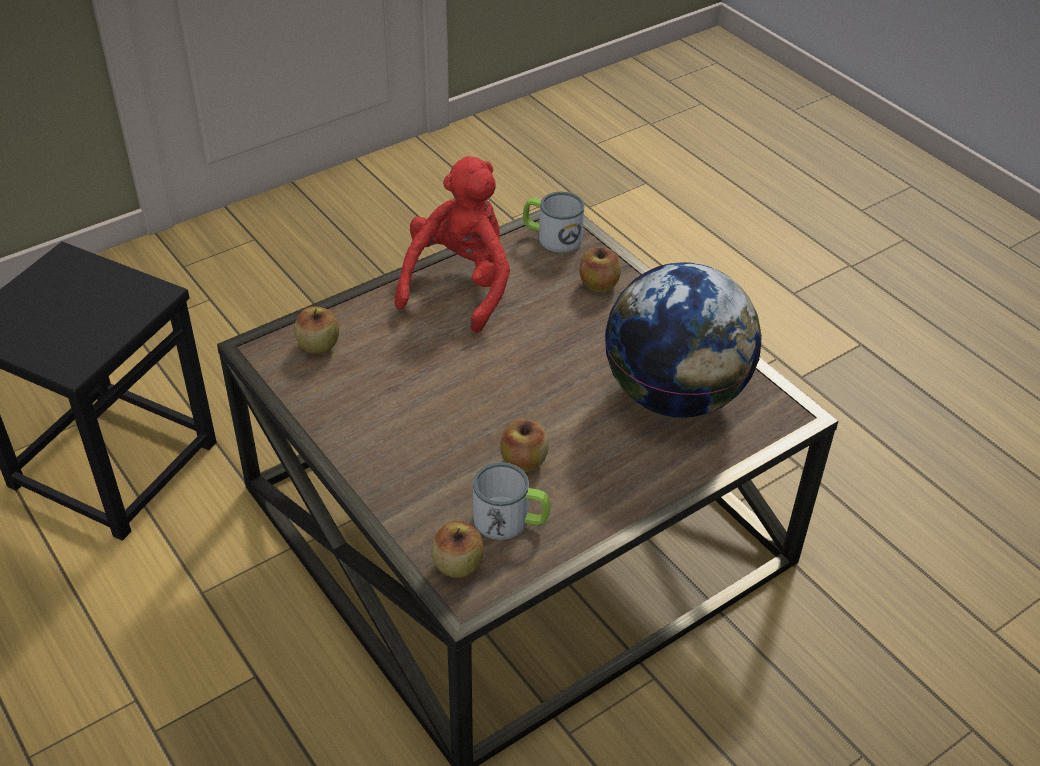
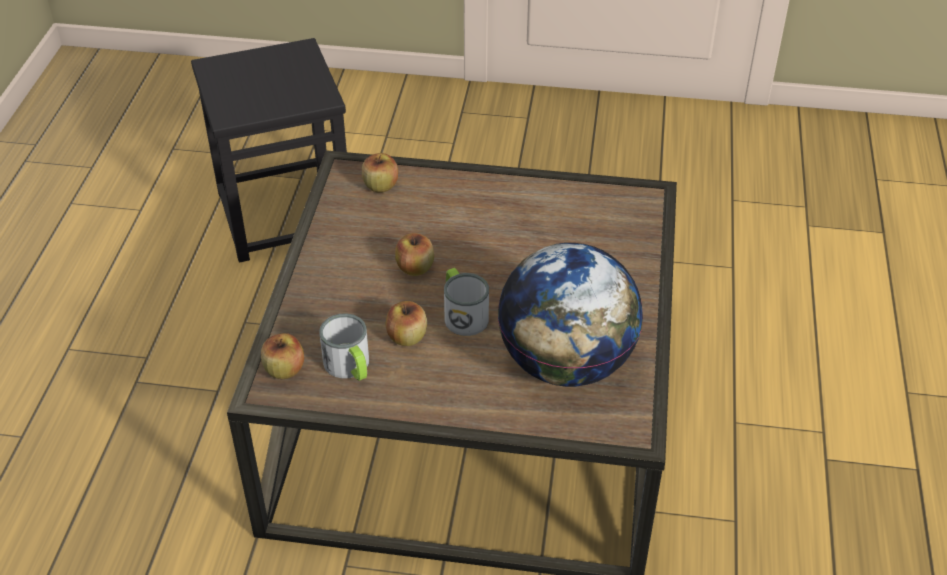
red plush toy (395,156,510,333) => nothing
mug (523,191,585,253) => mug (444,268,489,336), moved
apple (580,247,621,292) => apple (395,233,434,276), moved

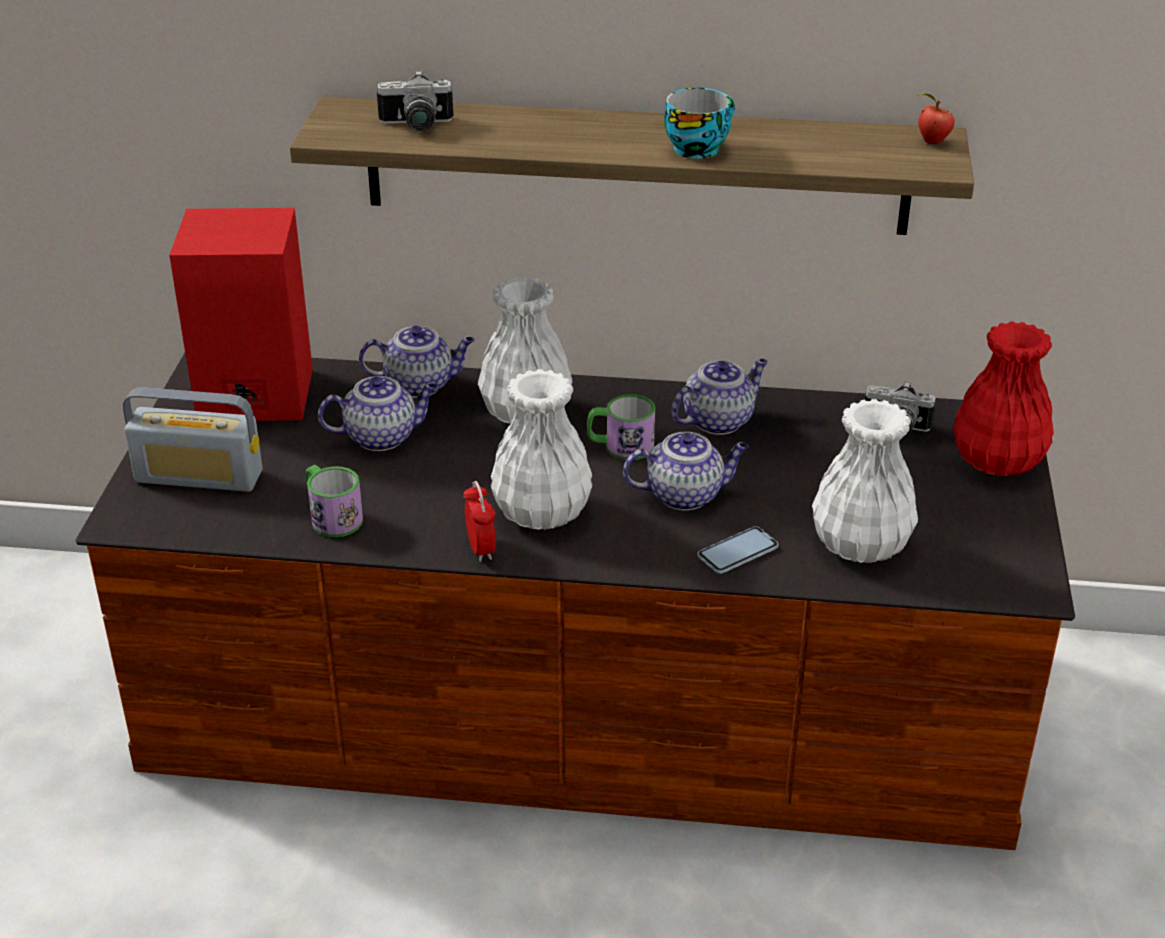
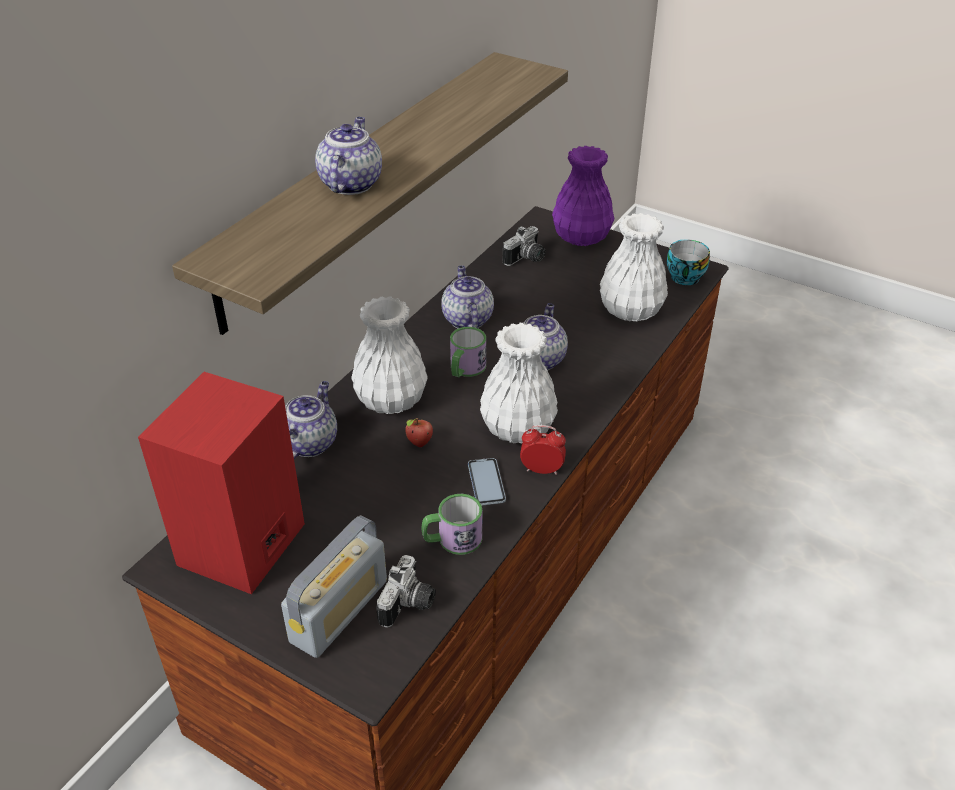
still camera (377,70,453,131) => still camera (376,555,436,628), moved
cup (664,88,735,159) => cup (667,240,710,285), moved
apple (917,93,955,144) => apple (405,418,433,447), moved
red decorative vase (953,321,1054,476) => purple decorative vase (552,146,614,246)
teapot (318,376,437,451) => teapot (315,117,382,195), moved
telephone (698,527,778,574) => telephone (468,458,506,505), moved

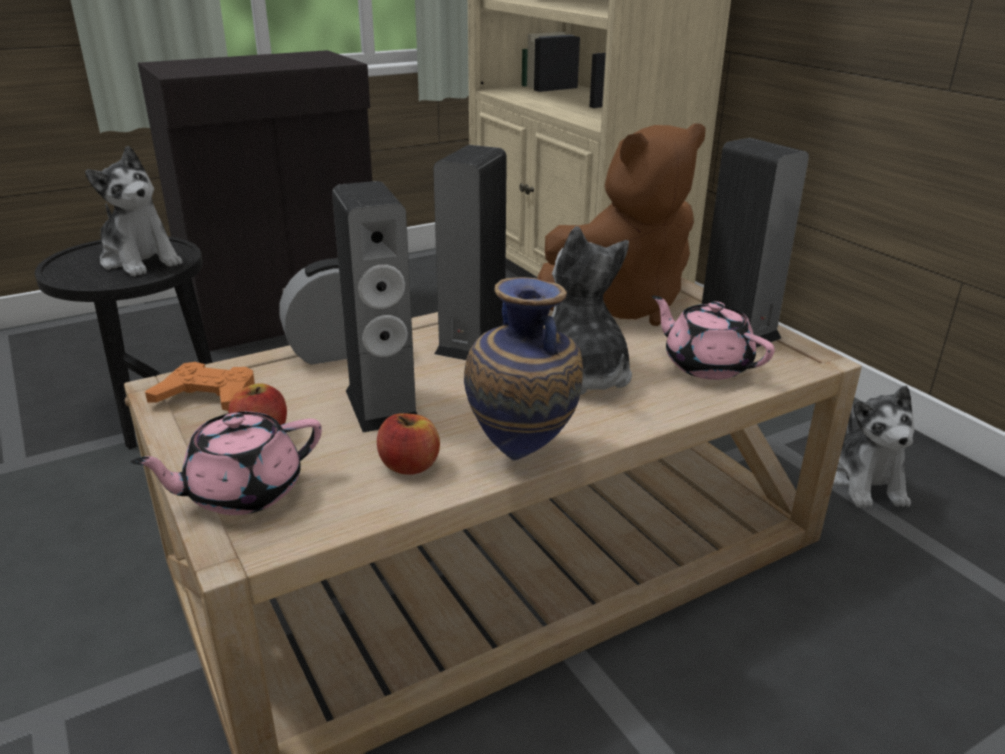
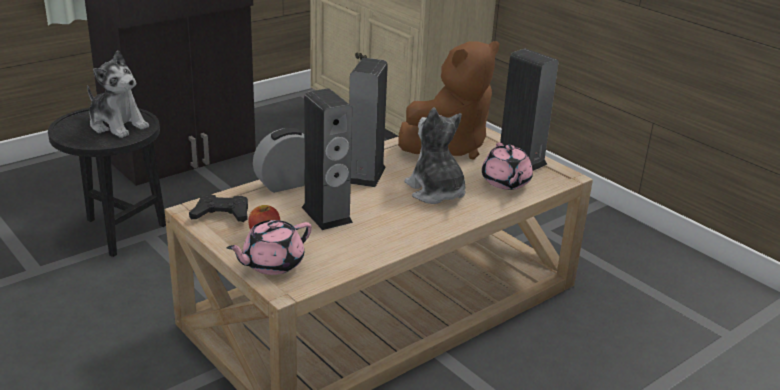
decorative vase (464,277,583,461) => nothing
pinkish teapot (652,295,775,380) => pinkish teapot (482,142,533,190), 135 degrees counterclockwise
orange-coloured joypad (145,362,255,411) => blackish joypad (189,194,248,222)
plush toy (833,386,914,508) => nothing
apple (377,413,440,475) => nothing

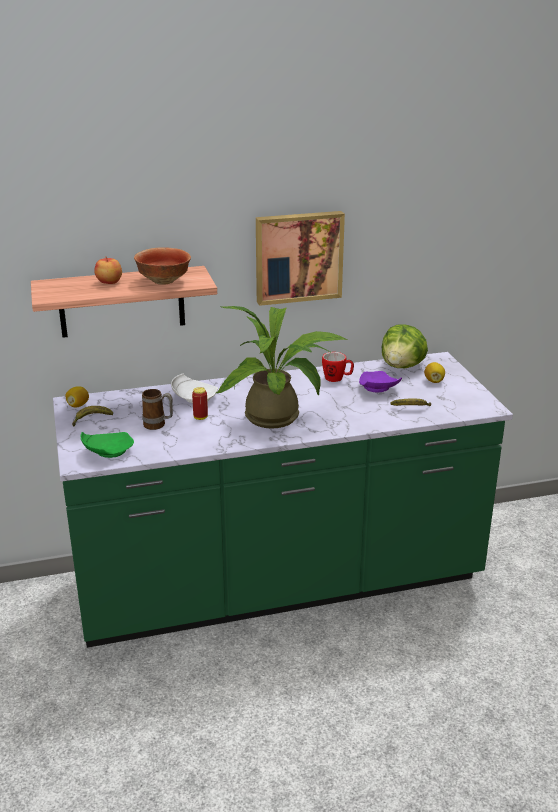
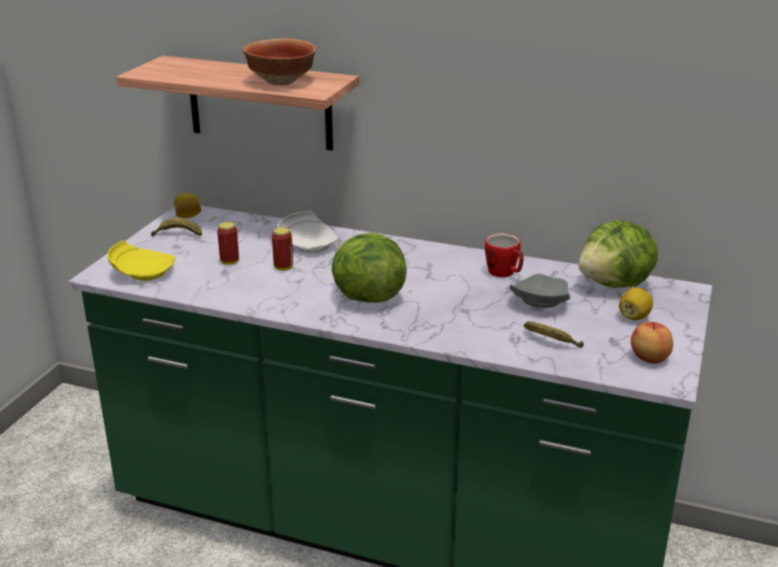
wall picture (256,211,345,306) => nothing
apple (94,256,122,284) => apple (631,322,673,364), moved
potted plant (216,306,347,429) => head of lettuce (332,233,407,302)
purple dinner plate (359,371,402,392) => grey dinner plate (510,274,571,308)
mug (142,389,173,430) => sealed can (217,222,239,265)
greenish dinner plate (80,432,134,458) => yellowish dinner plate (107,240,175,281)

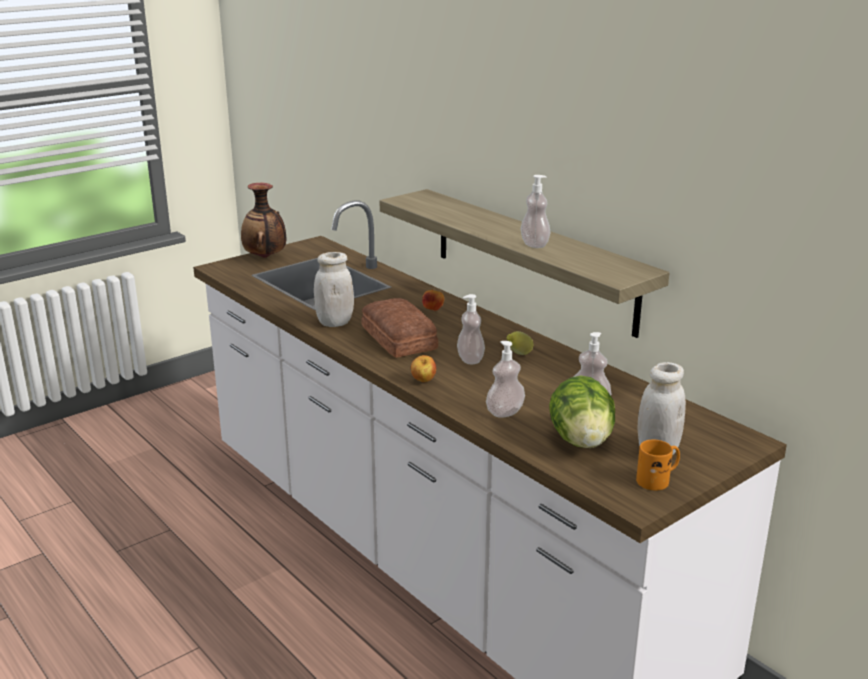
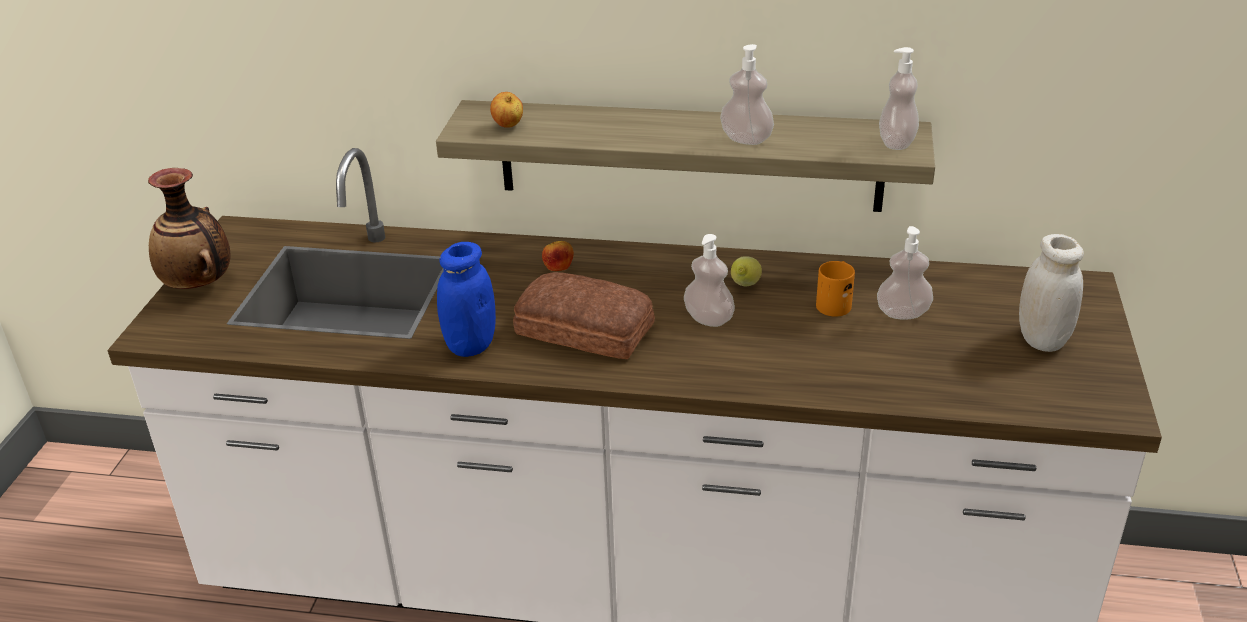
whitish preserve jar (314,252,354,327) => blue preserve jar (437,242,496,357)
soap bottle (486,341,525,418) => soap bottle (879,47,919,150), moved
apple (411,355,436,382) => apple (490,92,523,128), moved
head of lettuce (549,376,615,448) => nothing
orange-coloured mug (636,440,680,490) => orange-coloured mug (816,261,855,317), moved

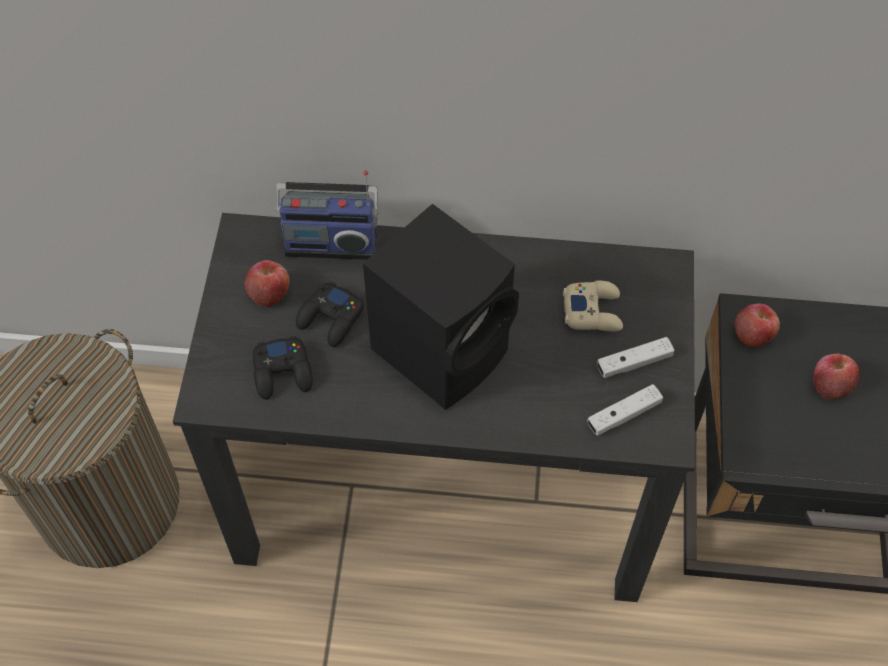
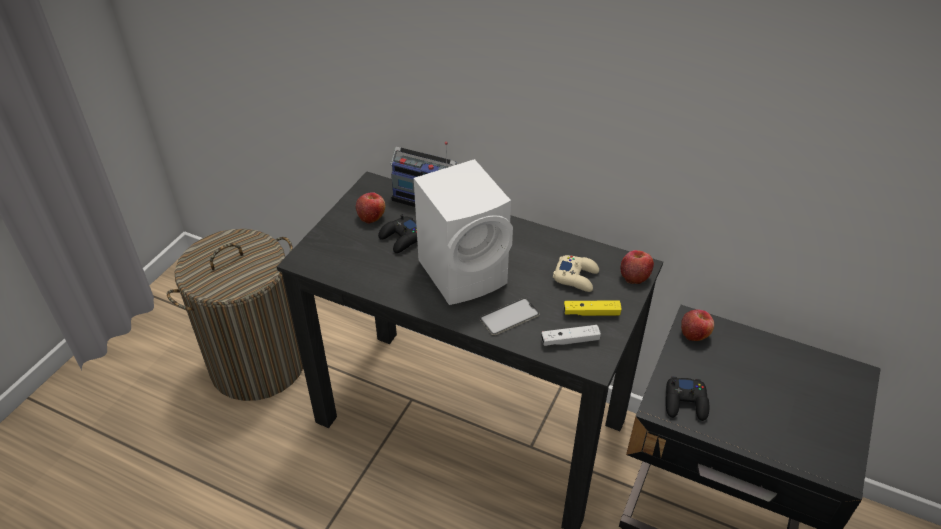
blackish speaker (363,204,519,410) => whitish speaker (414,159,513,305)
blackish joypad (253,336,313,400) => blackish joypad (666,377,709,421), moved
whitish joypad (597,337,675,378) => yellowish joypad (564,301,622,316)
apple (813,353,859,399) => apple (621,250,654,284), moved
nothing => telephone (480,298,540,336)

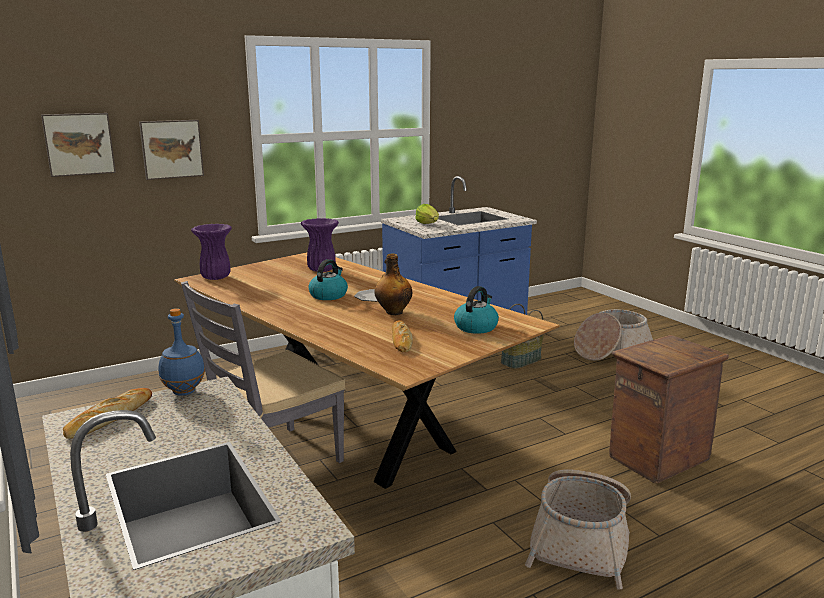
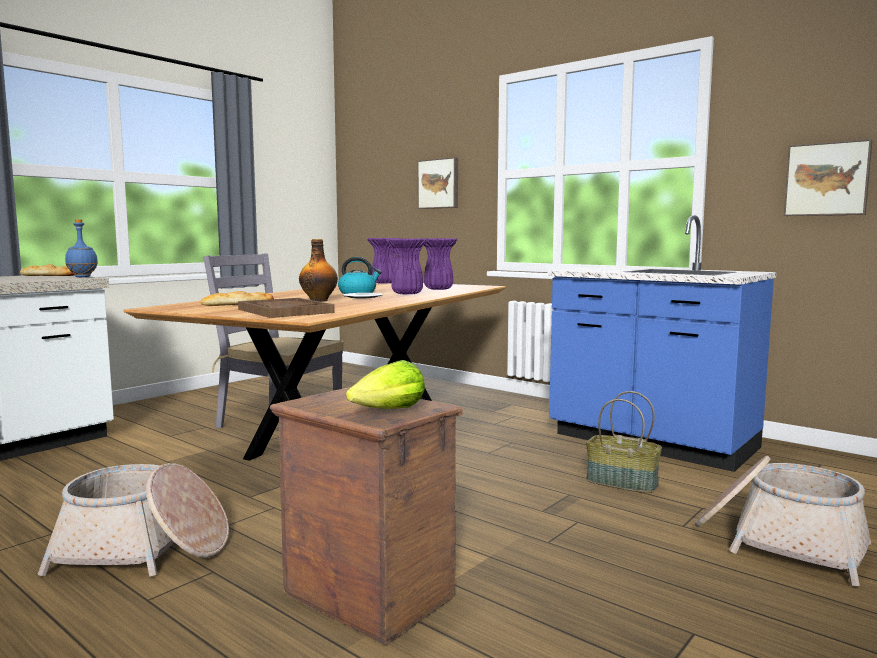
wall picture (41,113,116,177) => wall picture (784,139,873,216), moved
head of lettuce (415,204,439,224) => head of lettuce (346,360,425,409), moved
tea kettle (454,286,499,334) => brownish carrying tray (238,298,335,318)
nothing => purple decorative vase (386,238,428,294)

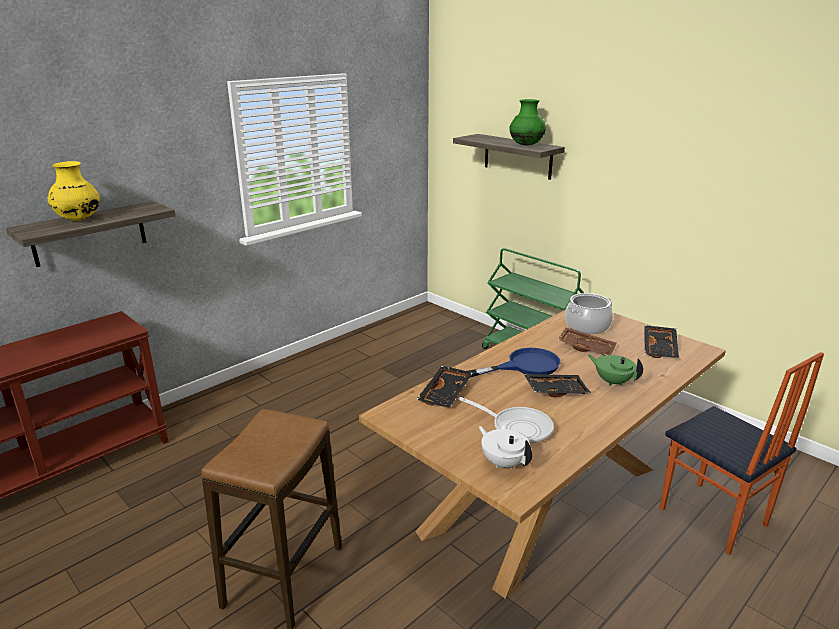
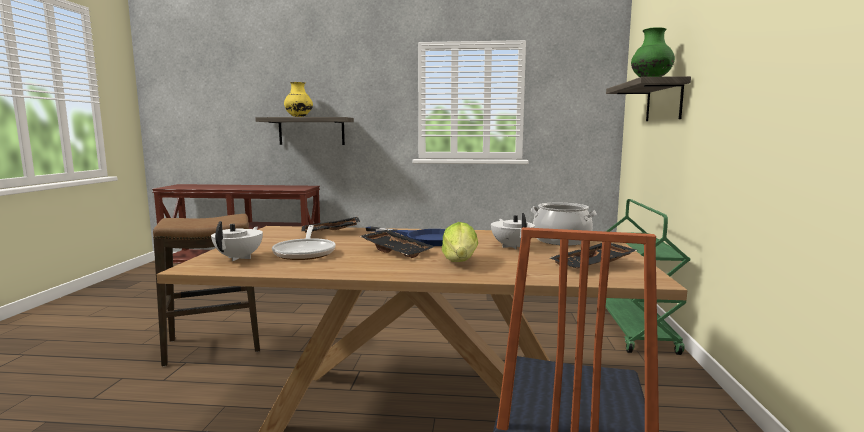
brownish carrying tray (558,327,617,356) => whitish teapot (491,213,535,249)
greenish teapot (588,355,643,386) => head of lettuce (442,222,478,262)

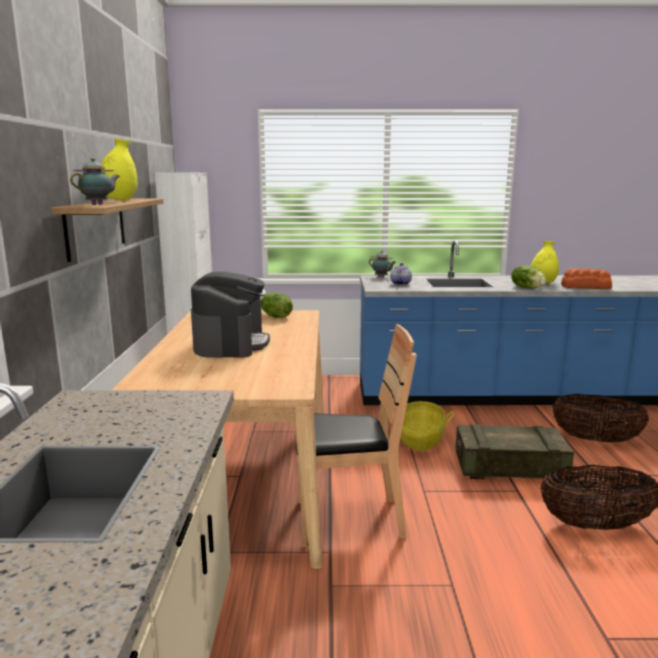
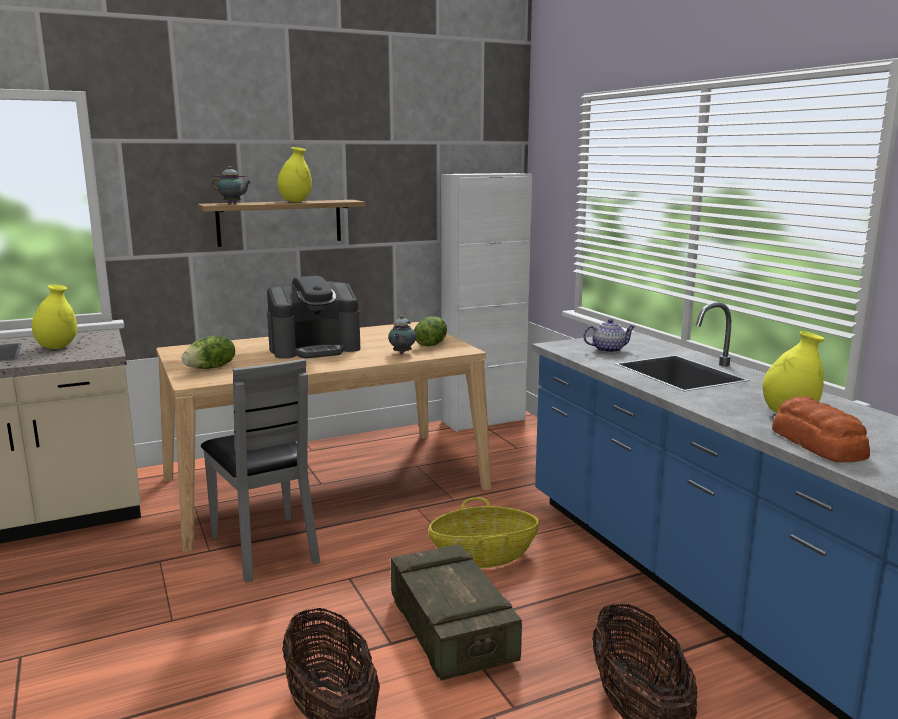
teapot (369,251,396,277) => teapot (388,315,416,354), moved
head of lettuce (511,265,546,288) => head of lettuce (182,336,235,369), moved
brownish upright chair (295,324,417,547) => grey upright chair (201,359,320,583)
nothing => yellowish decorative vase (32,285,77,349)

